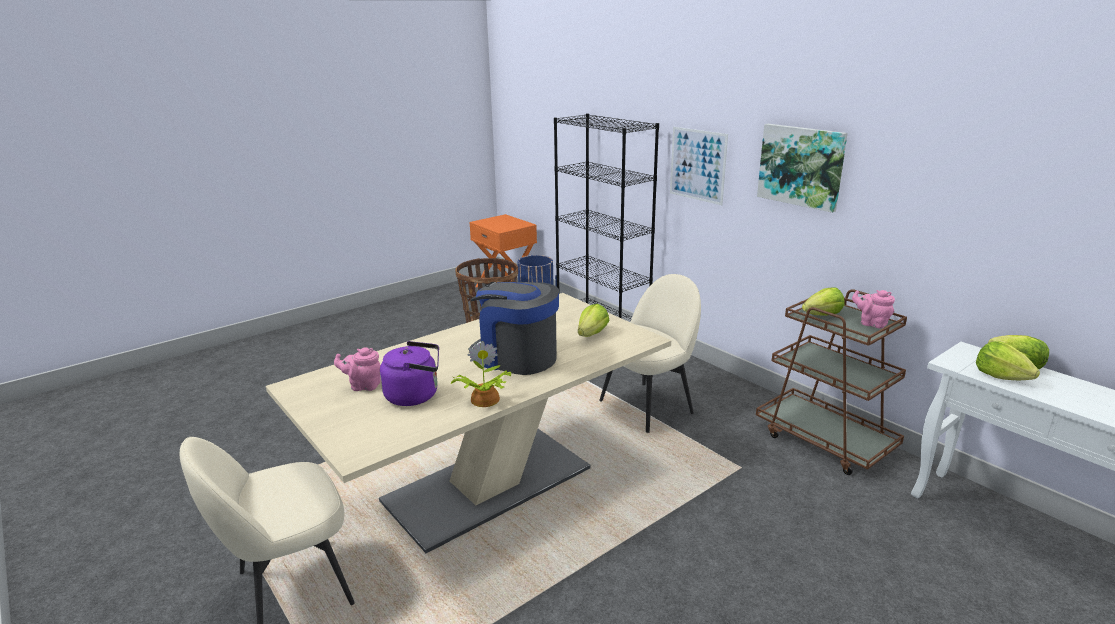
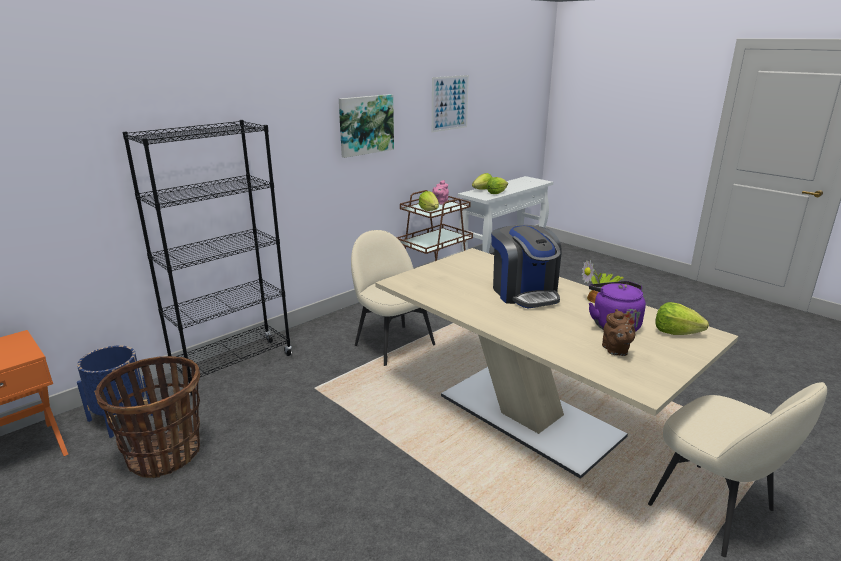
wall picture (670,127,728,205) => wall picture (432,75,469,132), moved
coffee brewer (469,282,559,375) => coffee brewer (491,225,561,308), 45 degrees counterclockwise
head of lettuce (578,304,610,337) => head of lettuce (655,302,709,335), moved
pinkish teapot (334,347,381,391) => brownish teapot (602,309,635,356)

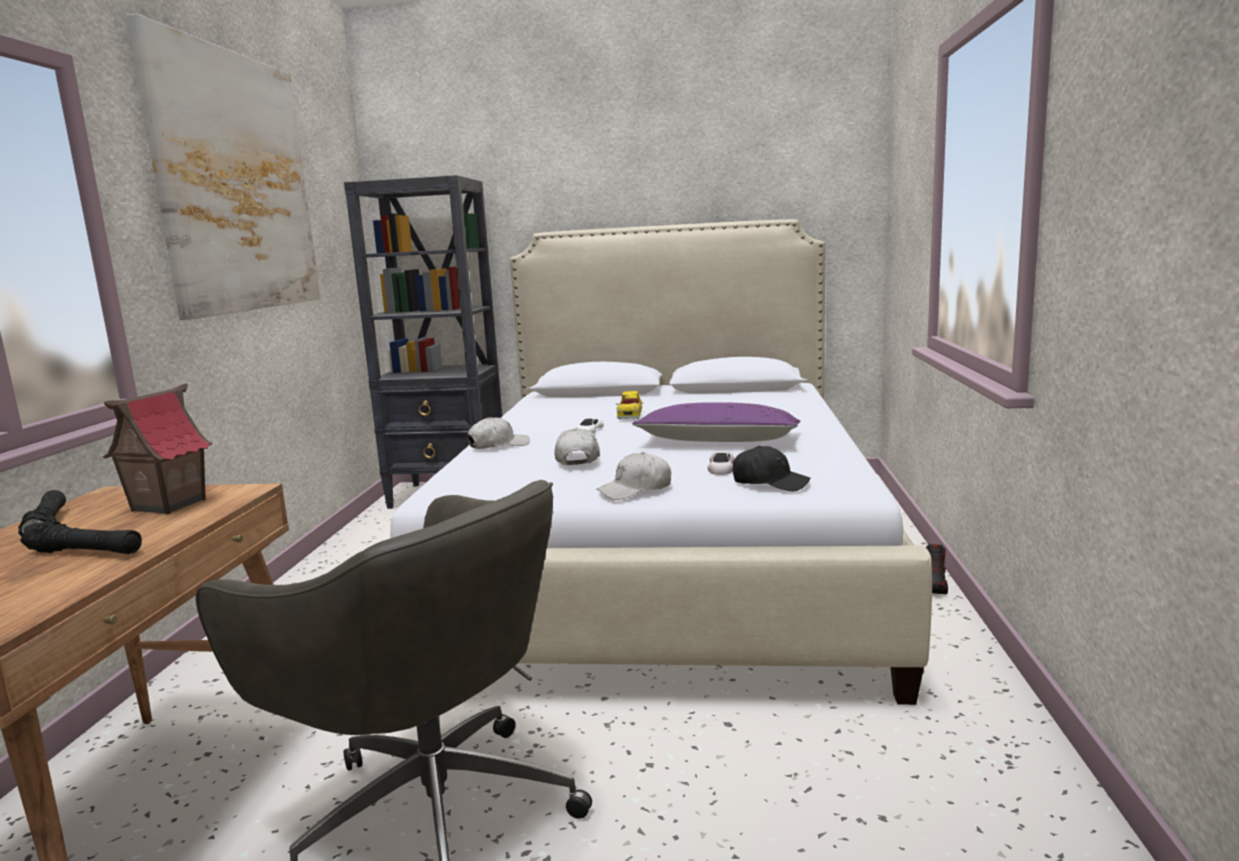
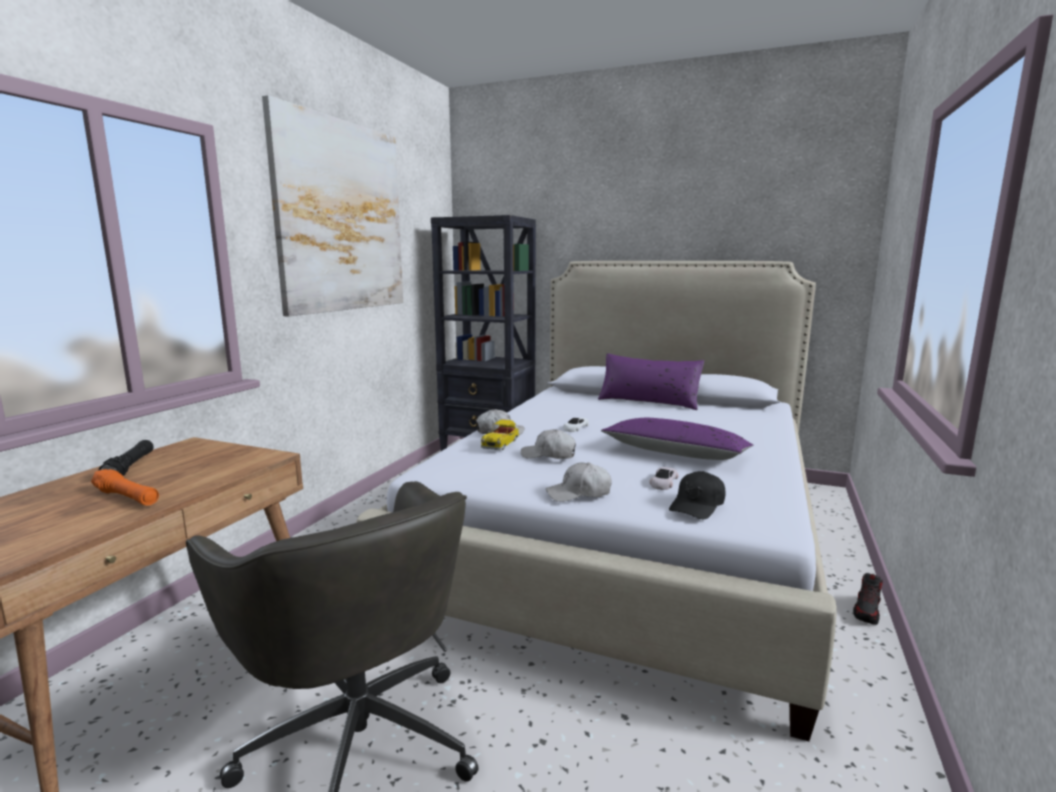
miniature house (103,383,212,515) => nothing
model car (616,391,643,419) => model car (481,419,519,450), moved
whitish baseball cap (554,428,600,465) => whitish baseball cap (521,429,576,459), 90 degrees counterclockwise
blackish baseball cap (732,446,810,491) => blackish baseball cap (669,471,726,520), 90 degrees clockwise
blackish torch (20,521,142,554) => orange-coloured torch (91,469,159,506)
nothing => purple cushion (598,353,704,410)

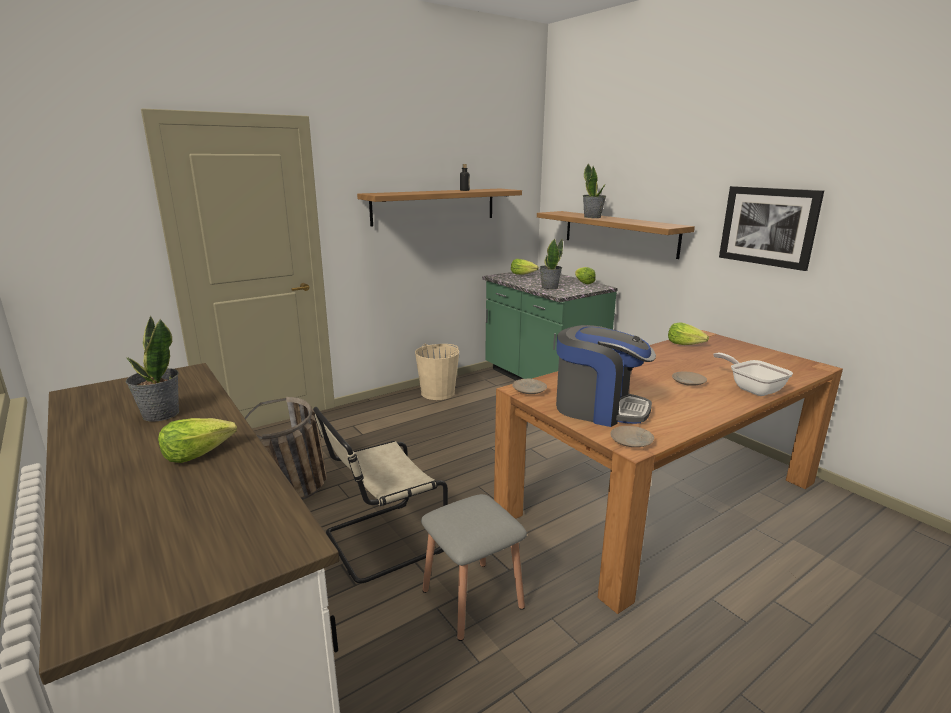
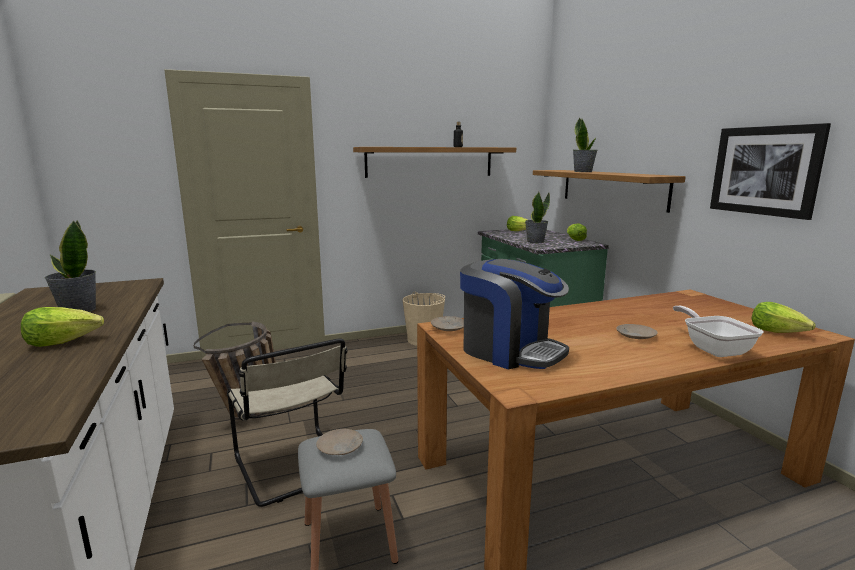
head of lettuce (668,322,709,345) => head of lettuce (751,302,816,333), moved
beige upright chair (313,407,448,583) => beige upright chair (227,339,348,507), 105 degrees counterclockwise
beige dinner plate (610,426,654,447) => beige dinner plate (316,429,363,455), moved

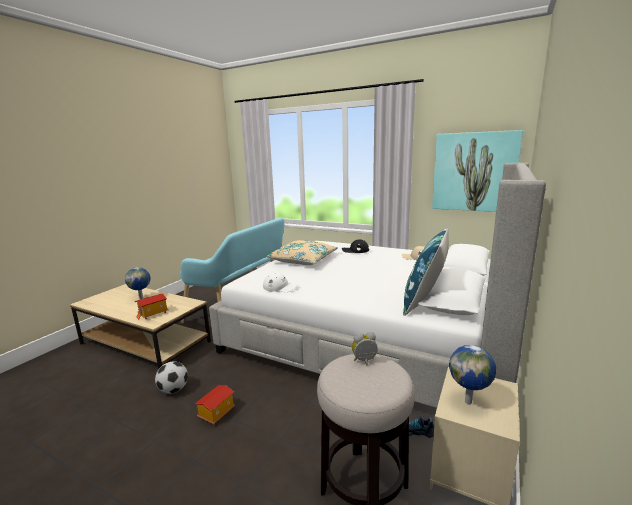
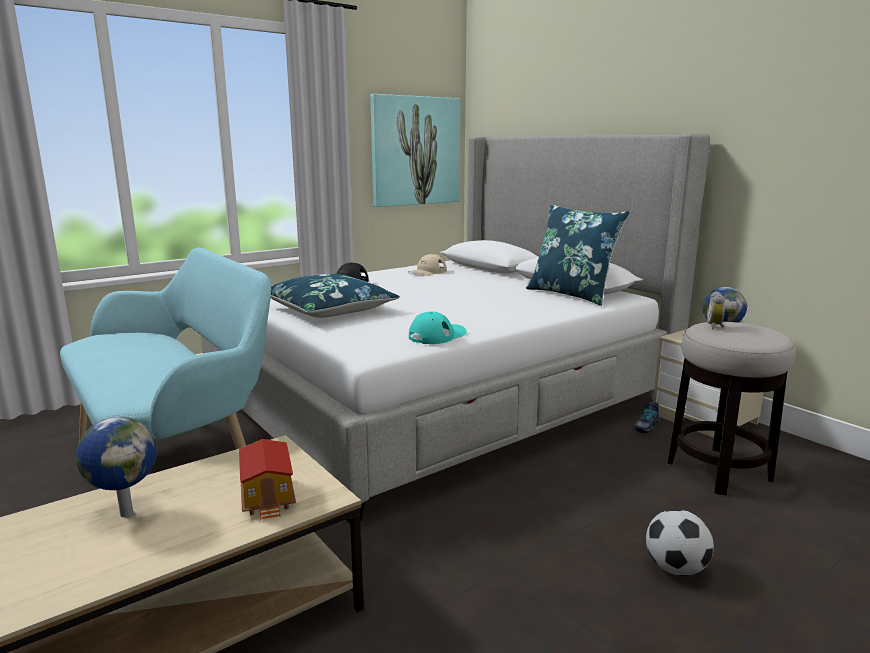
beige cushion (266,240,337,265) => blue cushion (271,273,400,318)
whitish baseball cap (263,272,298,292) => turquoise baseball cap (409,312,467,344)
ball for football (155,361,188,394) => ball for football (646,509,714,576), moved
miniature house (195,385,235,425) => nothing

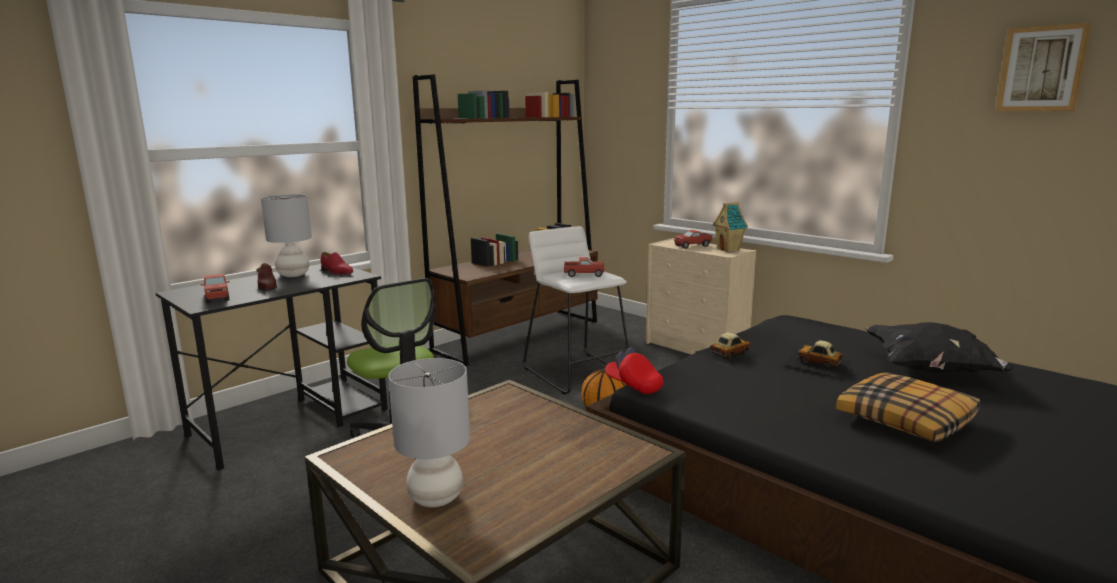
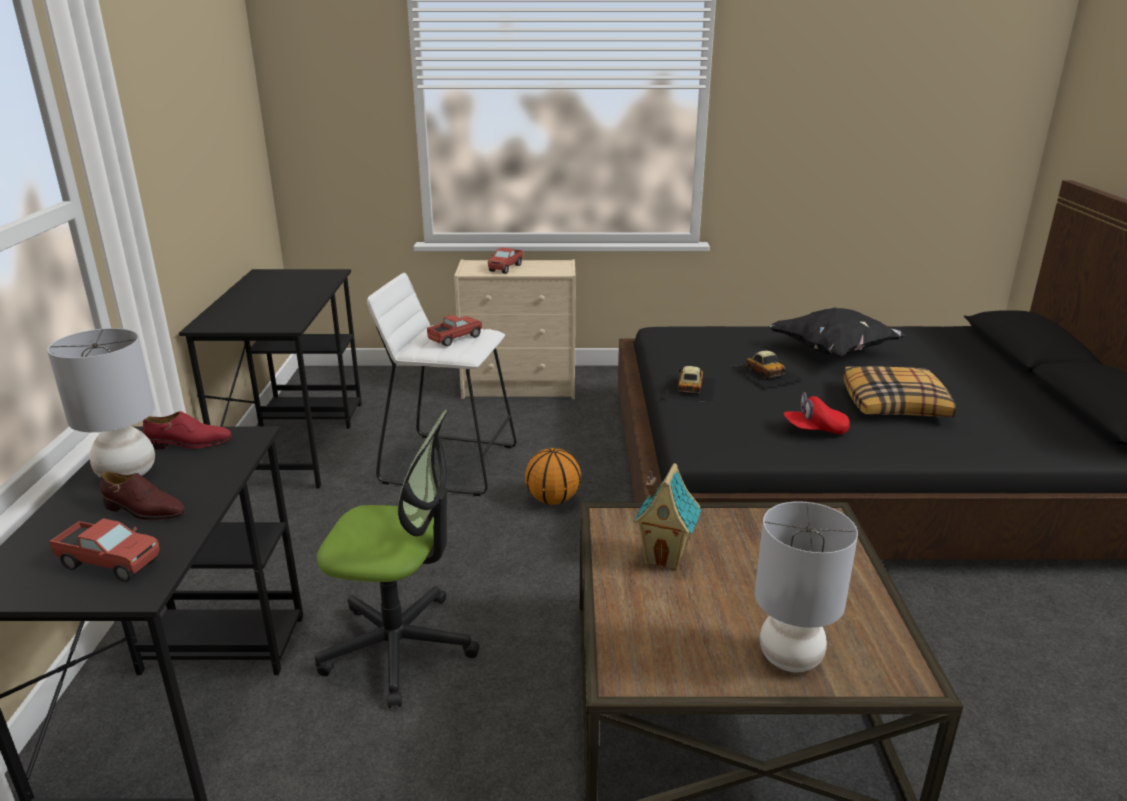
wall picture (996,22,1092,111) => nothing
brownish bookcase (413,74,598,366) => blackish desk (179,269,362,489)
miniature house (712,202,748,252) => miniature house (633,463,701,570), moved
model car (783,340,854,376) => model car (730,351,803,388), 105 degrees counterclockwise
red baseball cap (605,347,663,394) => red baseball cap (783,392,850,435), moved

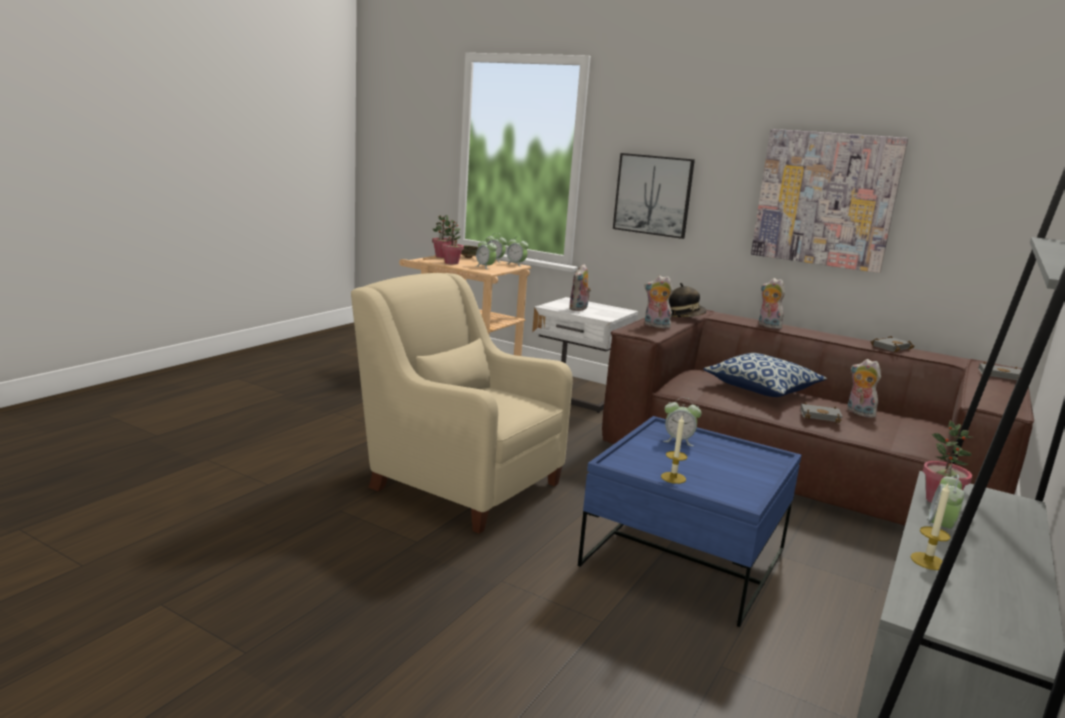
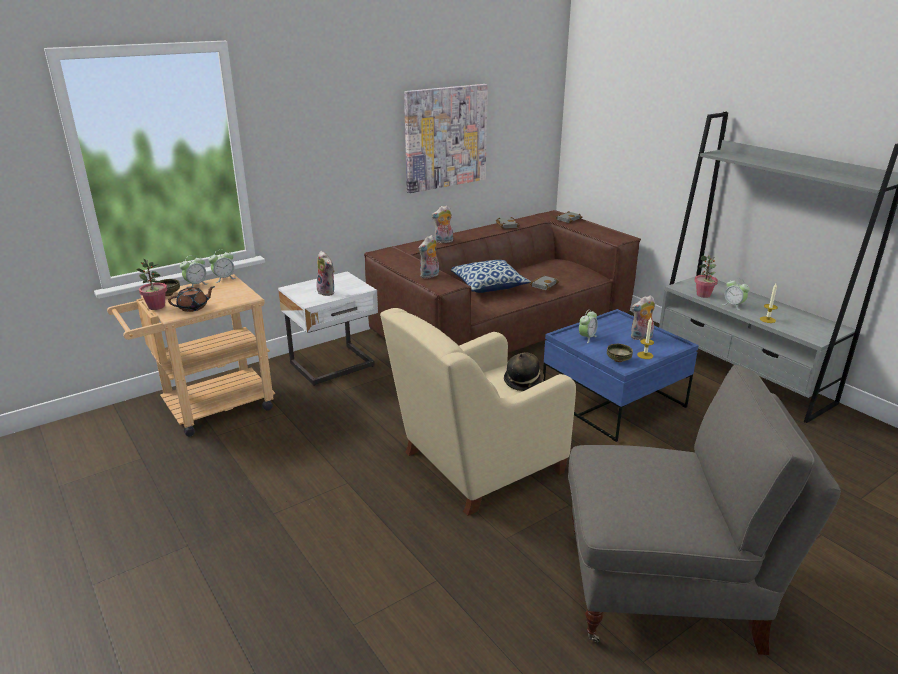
wall picture (613,153,695,239) => nothing
potted plant (441,220,464,265) => brownish teapot (168,286,215,312)
table clock (476,238,497,269) => nothing
clothing hat (669,283,706,317) => clothing hat (504,352,544,391), moved
plush toy (848,359,881,418) => plush toy (631,295,655,340), moved
nothing => deep dish (607,343,633,362)
nothing => grey armchair (568,365,841,655)

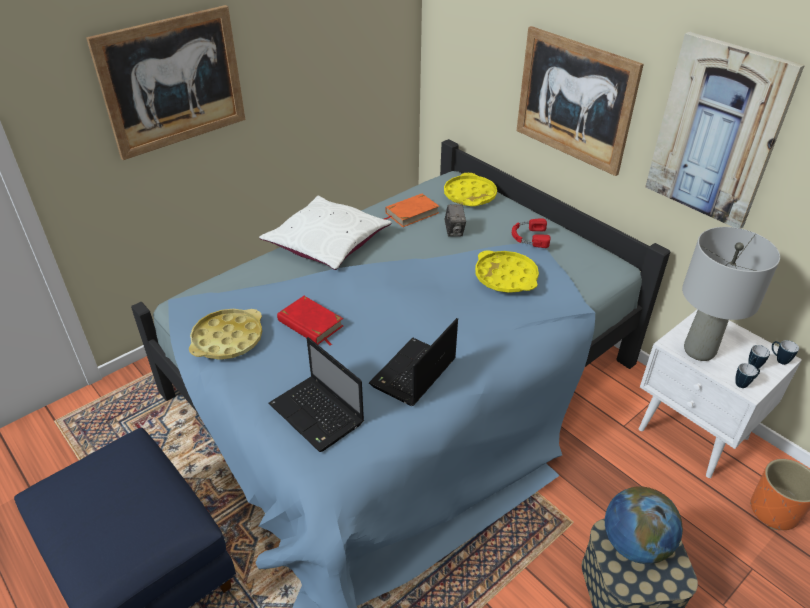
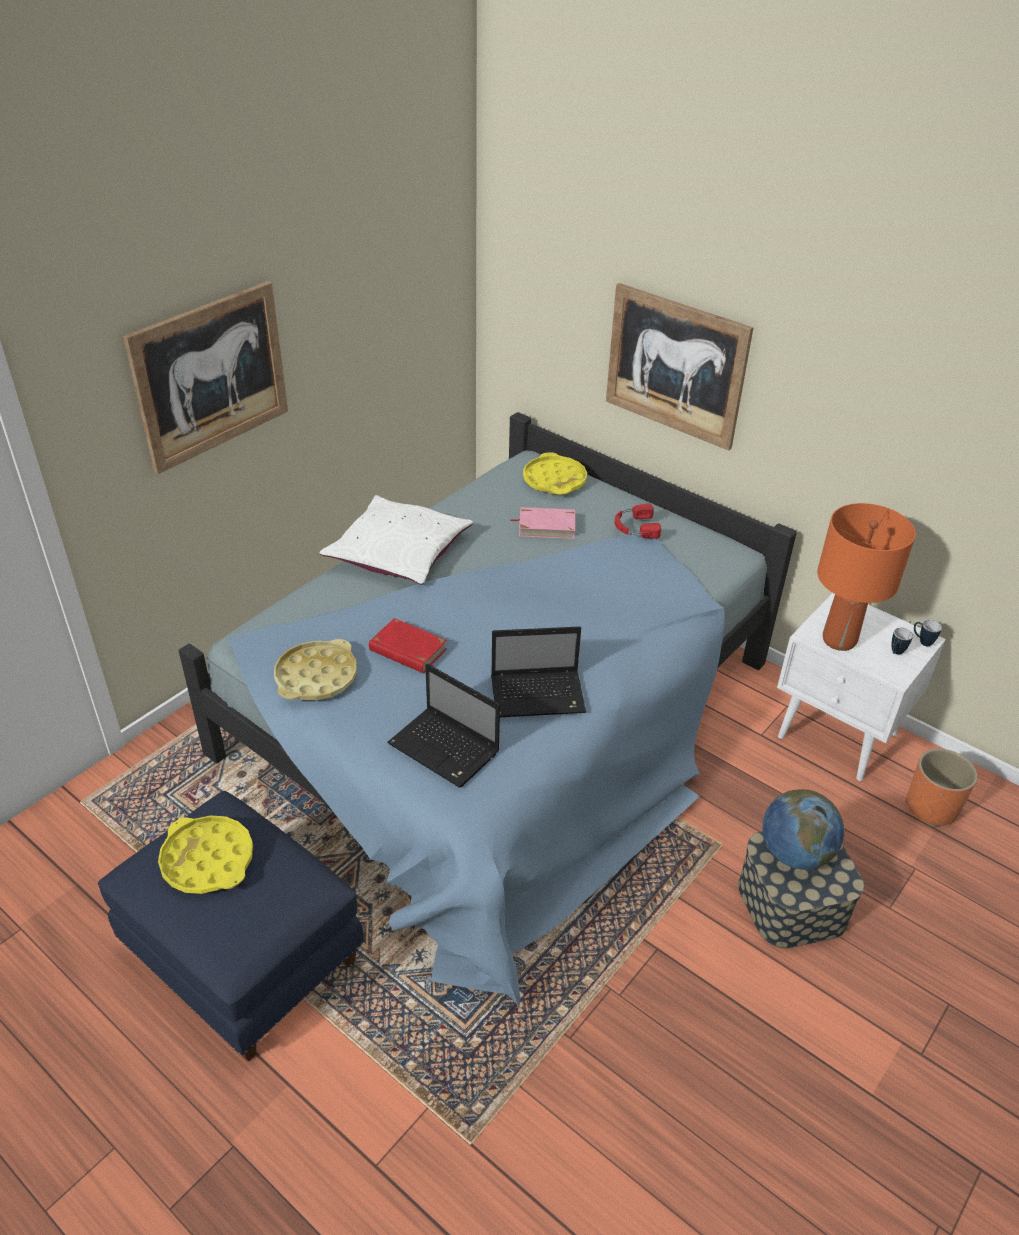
wall picture (645,32,805,229) => nothing
orange-coloured bound book (384,194,439,227) => nothing
still camera (444,205,466,236) => pinkish bound book (510,507,575,539)
grey lamp for a table (682,227,780,361) => orange-coloured lamp for a table (817,503,916,651)
yellowish carrying tray (475,250,539,293) => yellowish carrying tray (158,815,253,894), moved
notebook computer (369,318,458,406) => notebook computer (491,627,586,717), 120 degrees counterclockwise
mug (735,363,760,388) => nothing

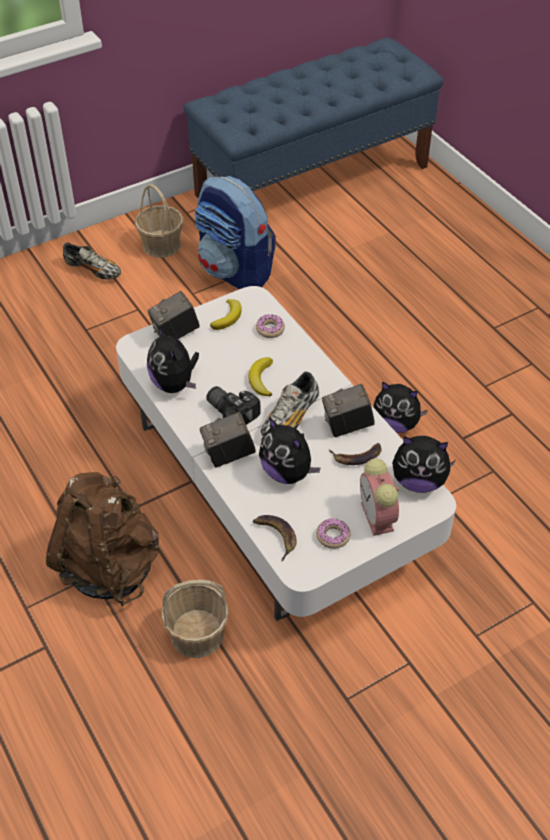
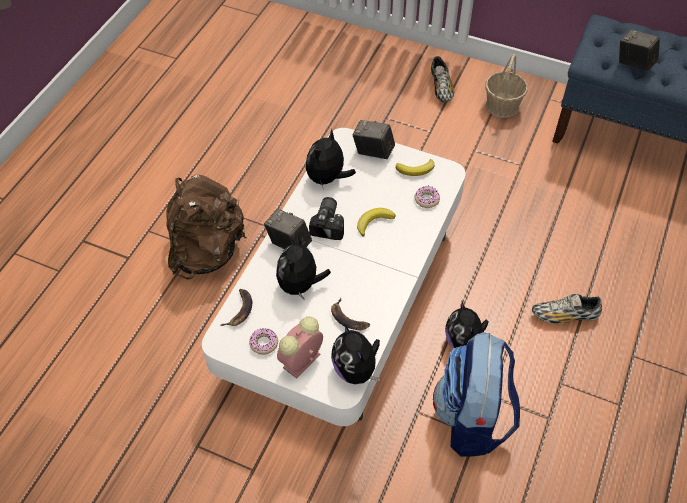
knapsack (195,176,276,289) => knapsack (433,332,520,457), moved
item of footwear (261,372,319,436) => item of footwear (532,294,602,324), moved
still camera (322,384,375,437) => still camera (619,29,660,71), moved
household basket (161,580,229,658) => nothing

